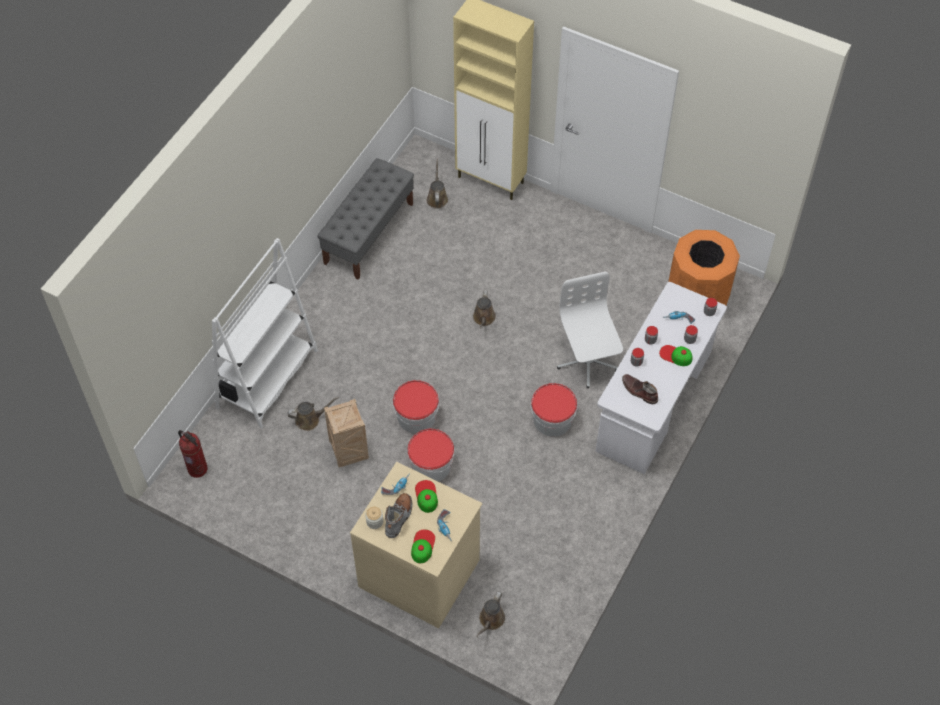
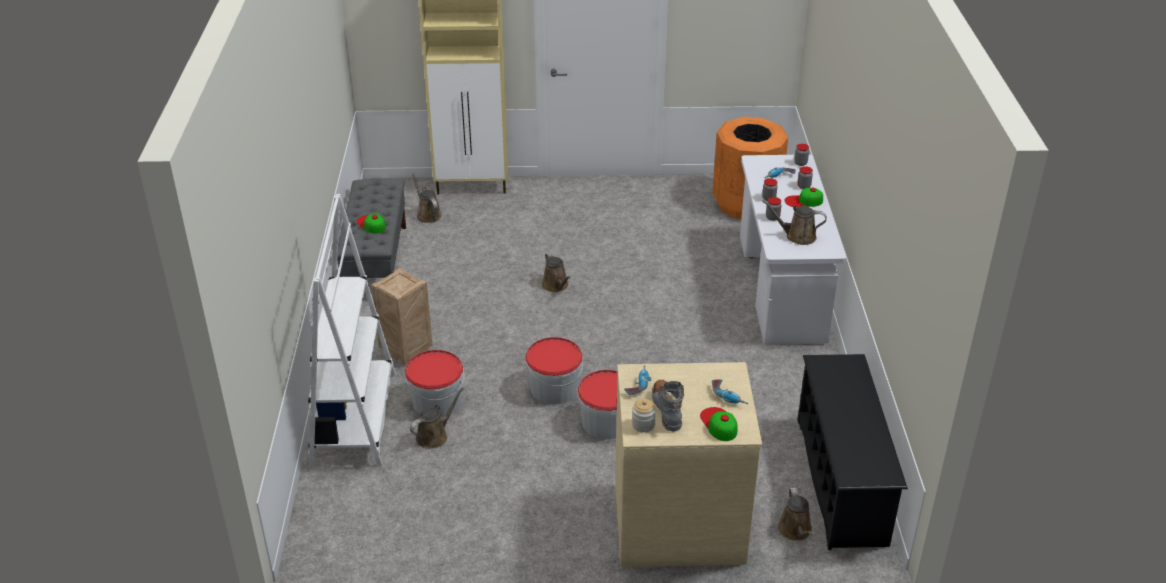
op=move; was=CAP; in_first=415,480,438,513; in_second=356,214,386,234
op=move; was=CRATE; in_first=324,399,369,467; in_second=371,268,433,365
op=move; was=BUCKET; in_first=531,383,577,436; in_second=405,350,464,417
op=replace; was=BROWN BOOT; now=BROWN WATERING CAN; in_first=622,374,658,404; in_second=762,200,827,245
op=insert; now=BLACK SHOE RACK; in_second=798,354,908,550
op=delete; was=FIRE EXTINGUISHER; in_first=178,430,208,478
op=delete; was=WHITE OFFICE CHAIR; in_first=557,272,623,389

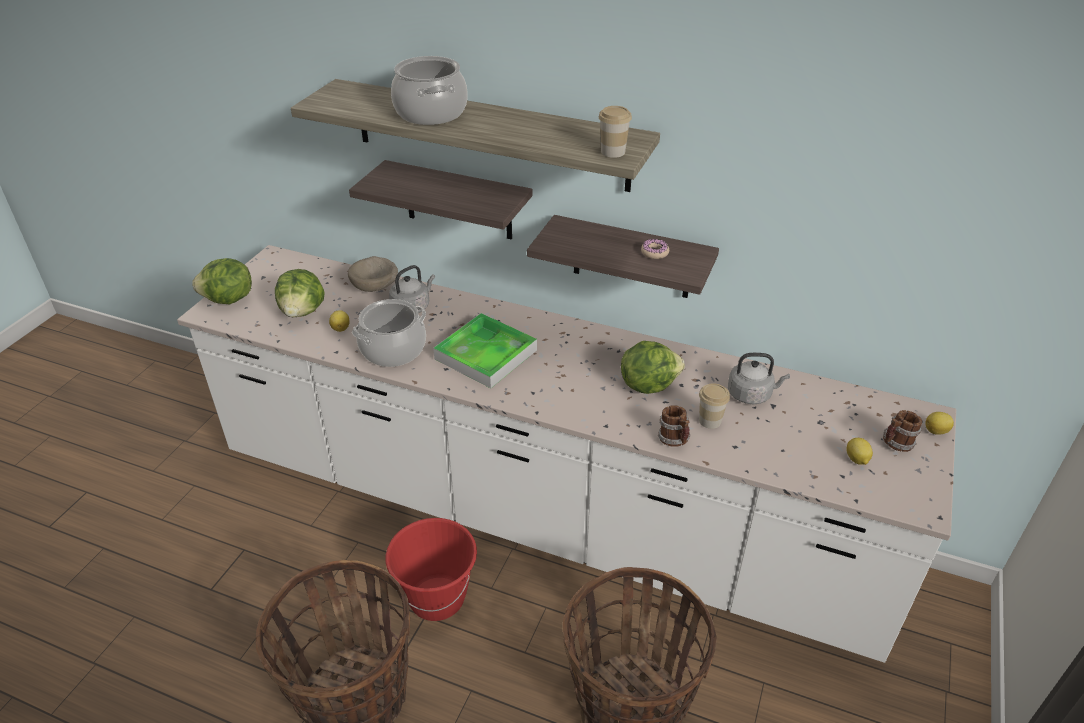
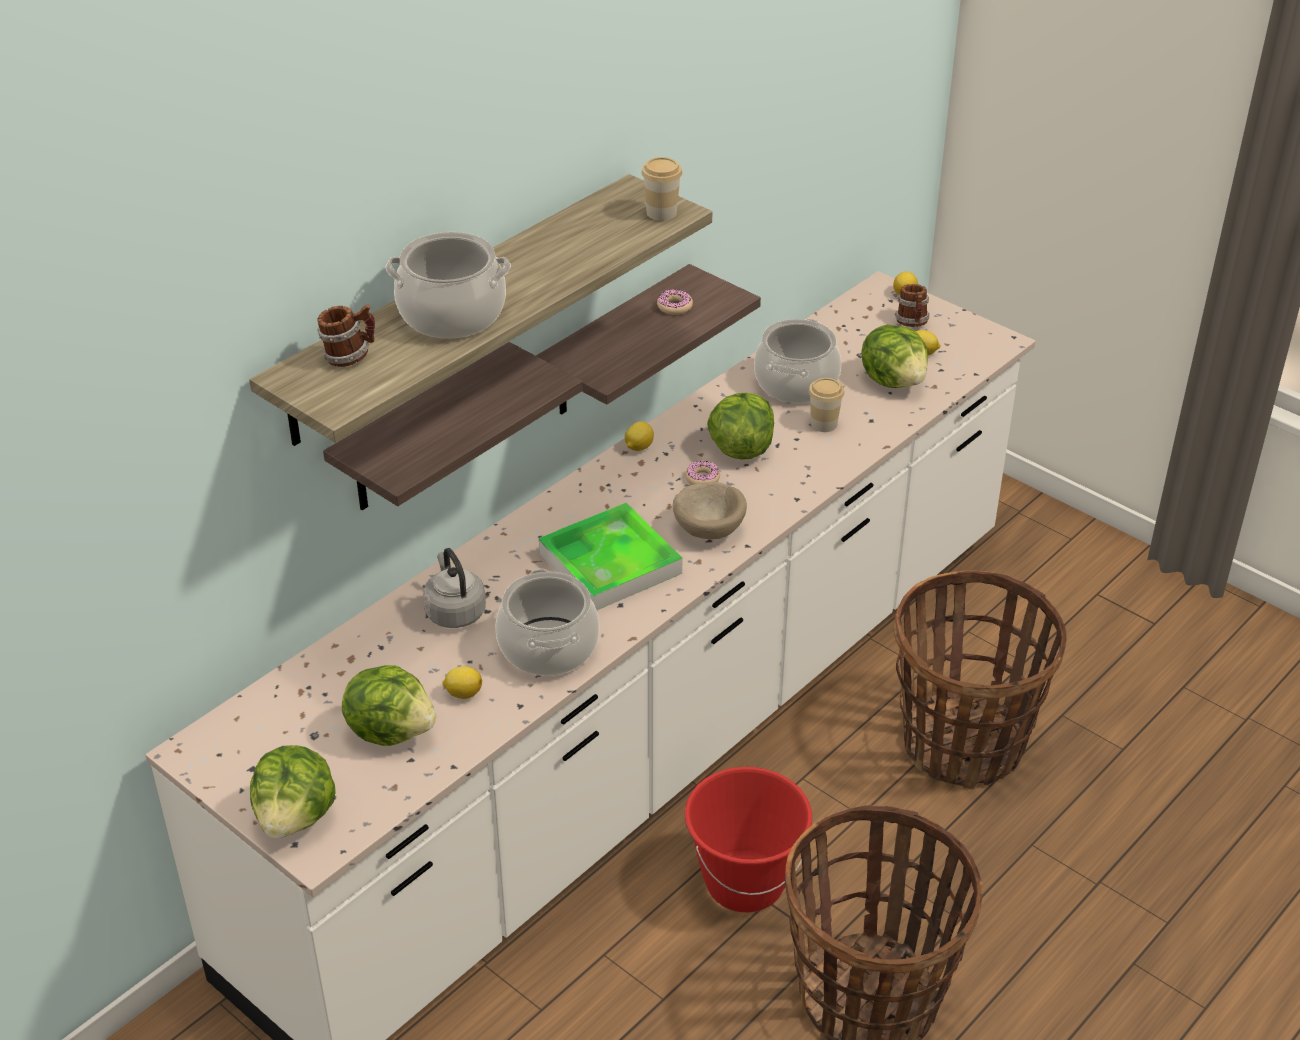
op=move; was=MUG; in_first=658,405,691,447; in_second=317,304,375,367
op=insert; now=LEMON; in_second=625,421,654,451
op=move; was=BEIGE BOWL; in_first=348,256,398,292; in_second=673,482,747,539
op=insert; now=DONUT; in_second=685,461,720,485
op=replace; was=GREY KETTLE; now=COOKING POT; in_first=728,353,790,404; in_second=754,319,841,403
op=insert; now=LETTUCE; in_second=862,325,928,388

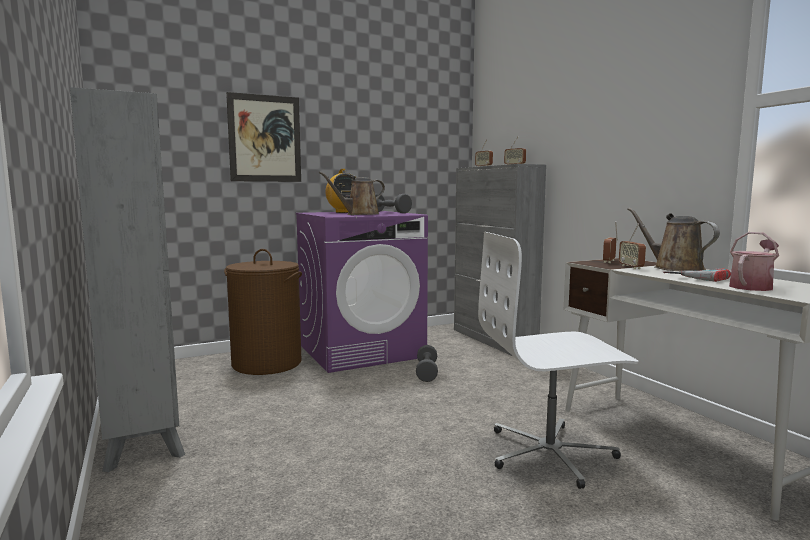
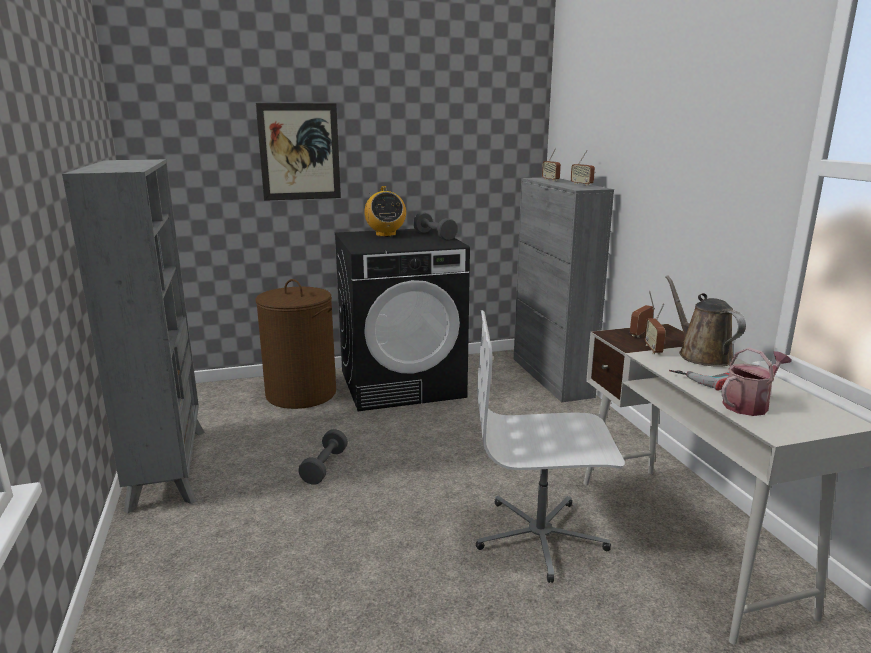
op=move; was=GREY DUMBBELL; in_first=416,345,438,382; in_second=298,429,348,485
op=recolor; was=PURPLE WASHING MACHINE; now=BLACK WASHING MACHINE; in_first=296,211,428,373; in_second=335,229,470,411
op=delete; was=BROWN WATERING CAN; in_first=319,171,385,215

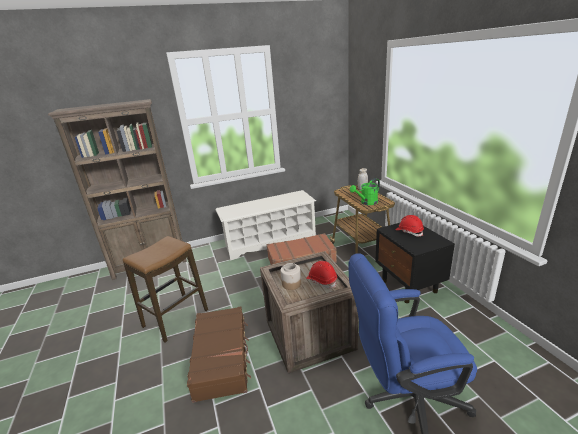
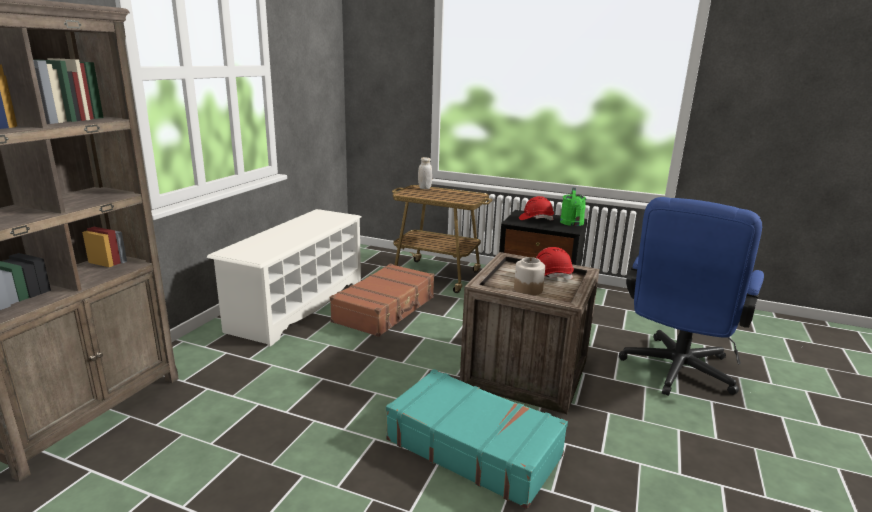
op=recolor; was=BROWN SUITCASE; now=TURQUOISE SUITCASE; in_first=187,306,251,403; in_second=386,369,568,509
op=move; was=GREEN WATERING CAN; in_first=350,178,380,205; in_second=560,188,586,226
op=delete; was=STOOL; in_first=123,236,208,342

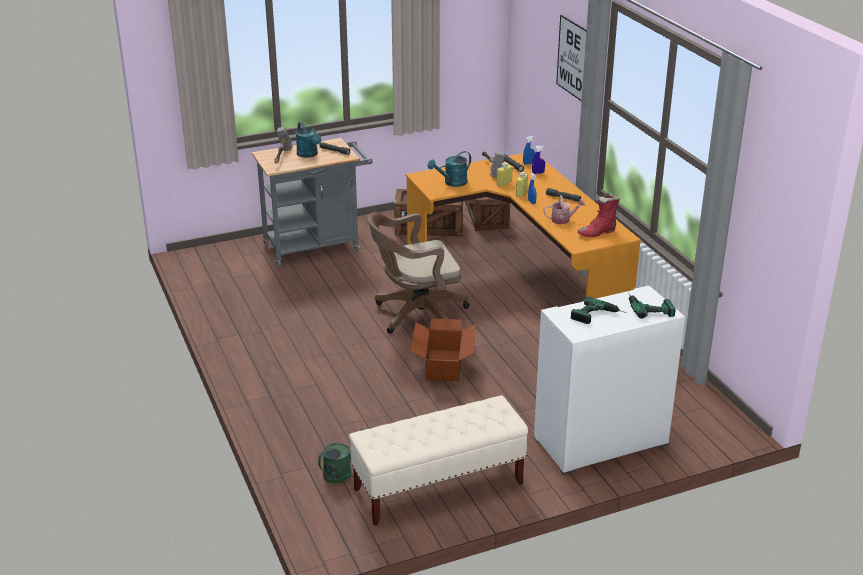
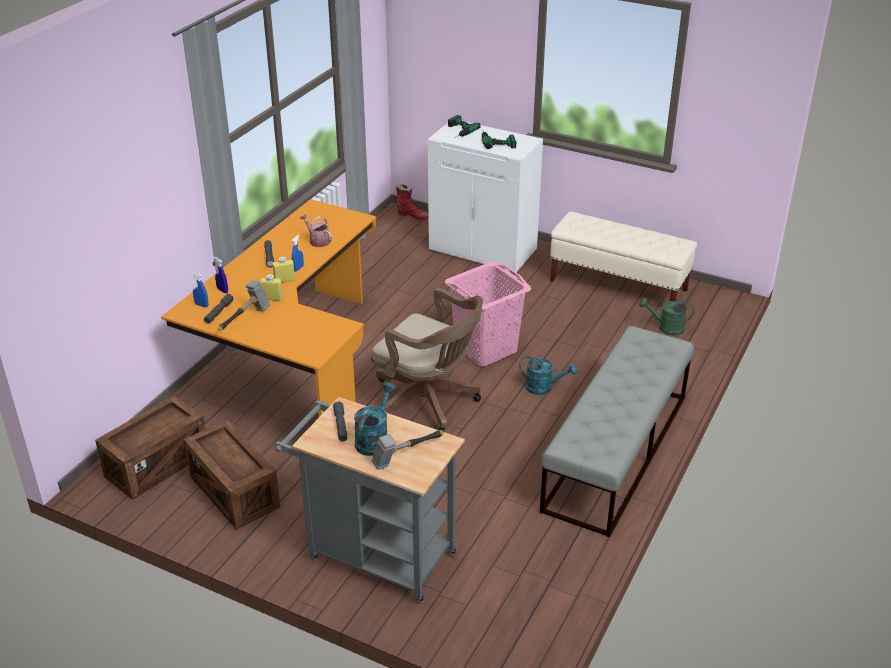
op=move; was=RED BOOT; in_first=577,193,620,237; in_second=395,184,428,220
op=replace; was=CARDBOARD BOX; now=PINK LAUNDRY BASKET; in_first=411,318,476,382; in_second=445,262,531,367
op=move; was=TURQUOISE WATERING CAN; in_first=428,151,471,187; in_second=519,356,578,395
op=insert; now=GREY BENCH; in_second=540,326,694,537
op=delete; was=PICTURE; in_first=556,15,587,102

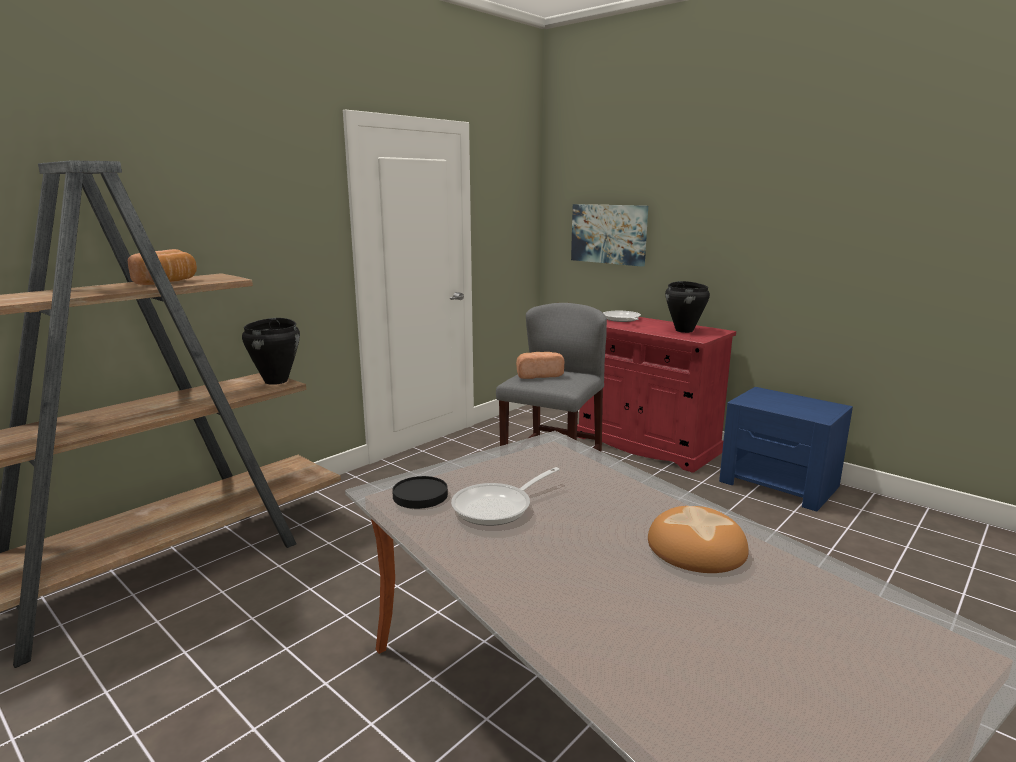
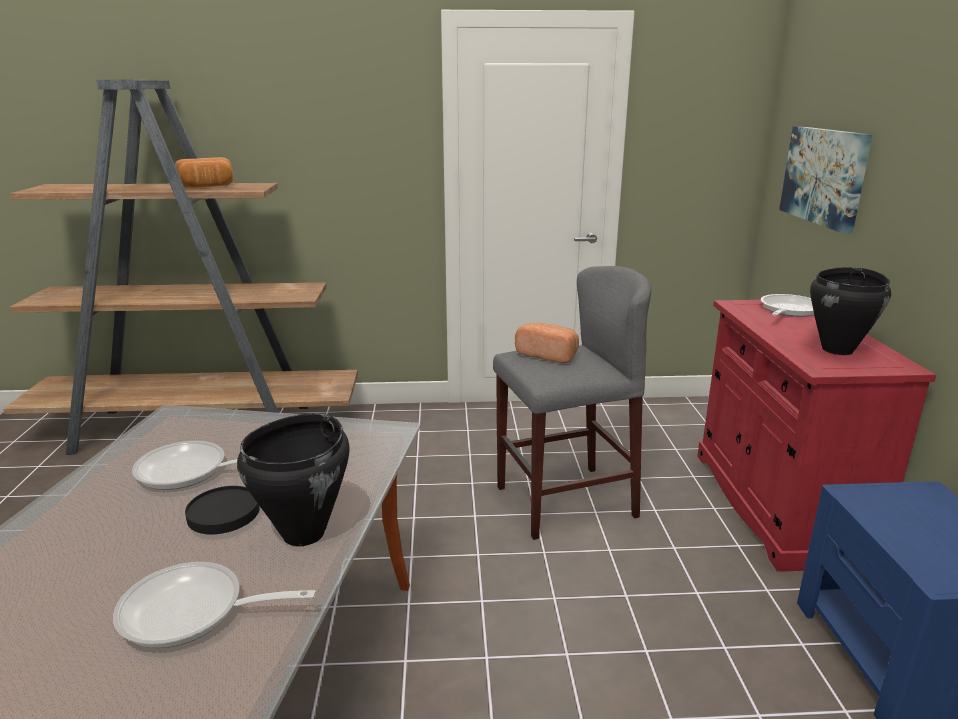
op=replace; was=BREAD; now=FRYING PAN; in_first=648,506,749,573; in_second=113,562,316,648
op=move; was=BLACK PLATE; in_first=392,476,448,509; in_second=185,486,260,534
op=move; was=BLACK COOKING POT; in_first=242,318,300,385; in_second=237,413,349,546

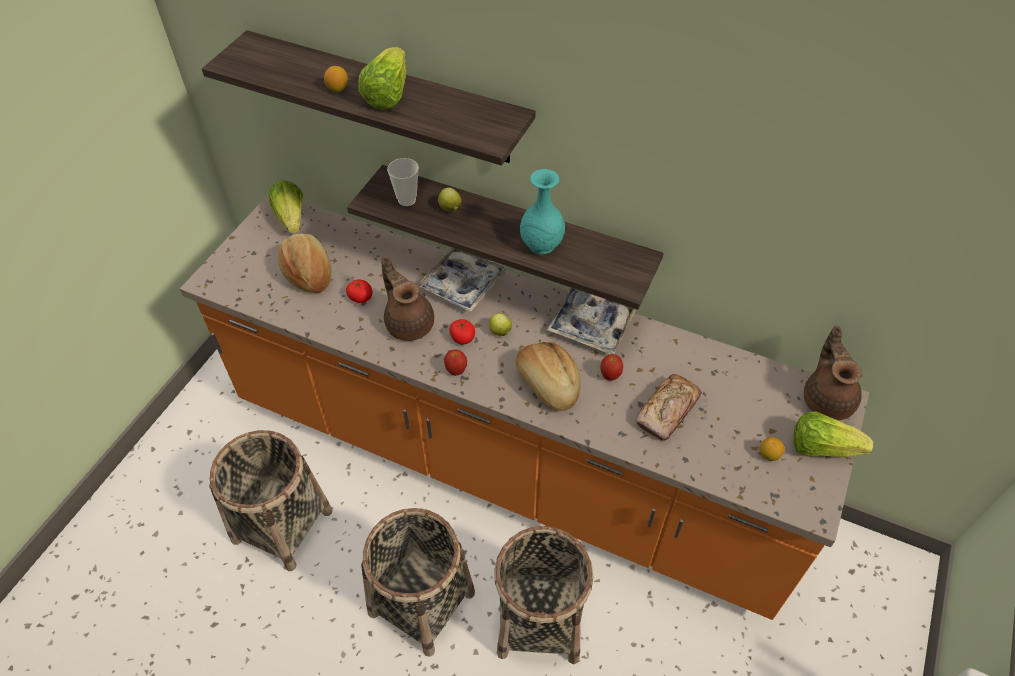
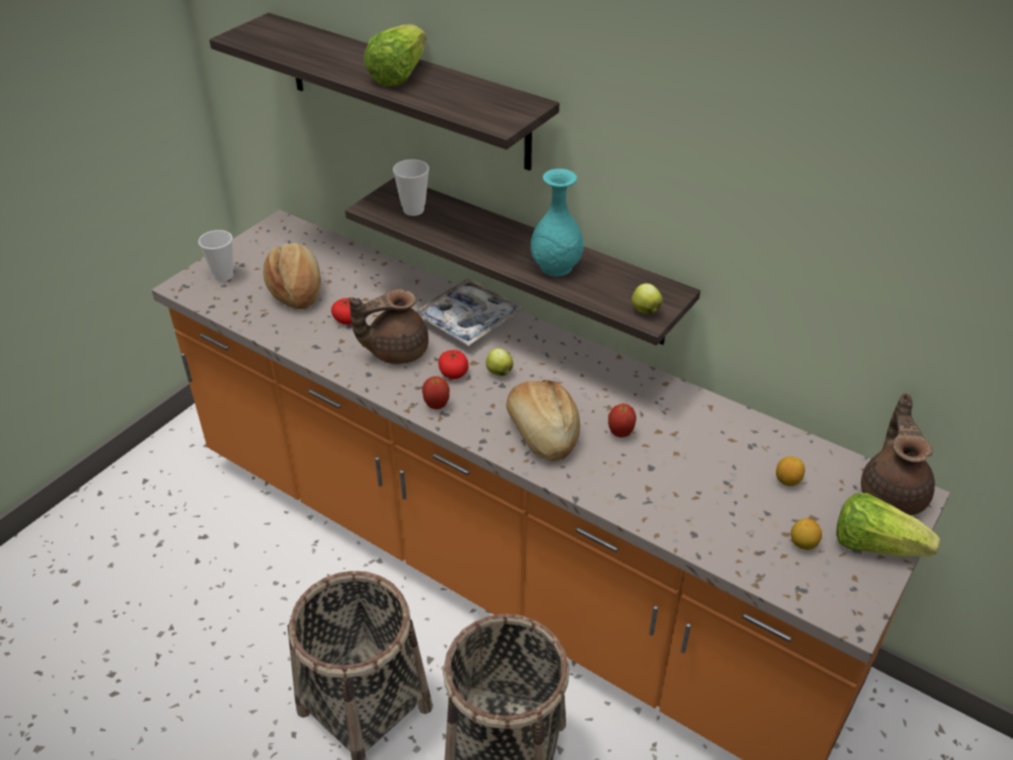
op=insert; now=CUP; in_second=198,230,234,281
op=rotate; was=BROWN TEAPOT; in_first=381,256,434,341; in_second=349,289,429,364; clockwise=-90
op=move; was=APPLE; in_first=438,188,461,211; in_second=632,283,663,314
op=move; was=LEMON; in_first=324,66,348,92; in_second=776,456,805,486
op=delete; was=BASKET; in_first=209,430,332,571
op=delete; was=LETTUCE; in_first=268,180,303,233
op=delete; was=TRAY; in_first=547,288,637,354
op=delete; was=BREAD; in_first=636,374,702,441

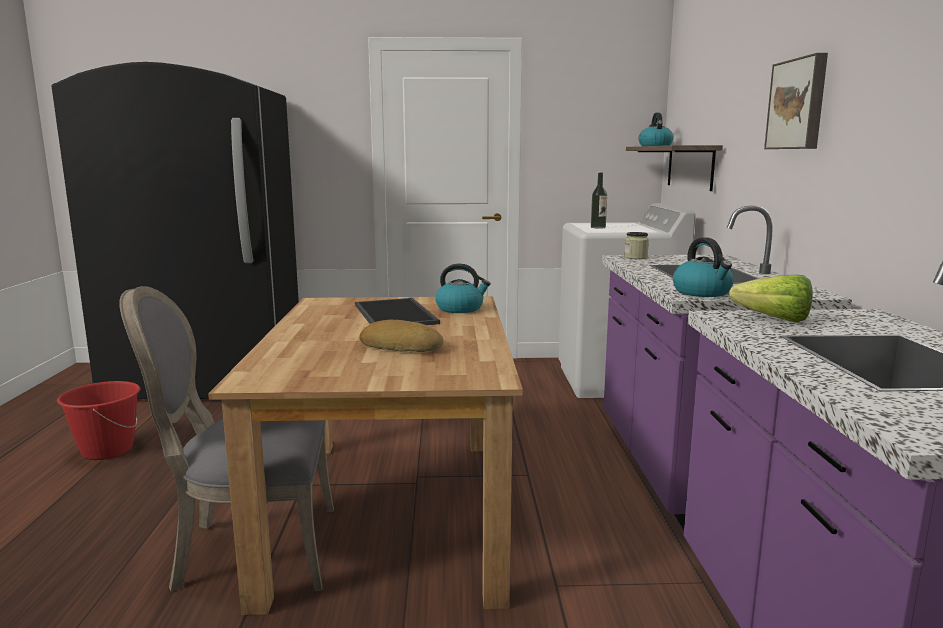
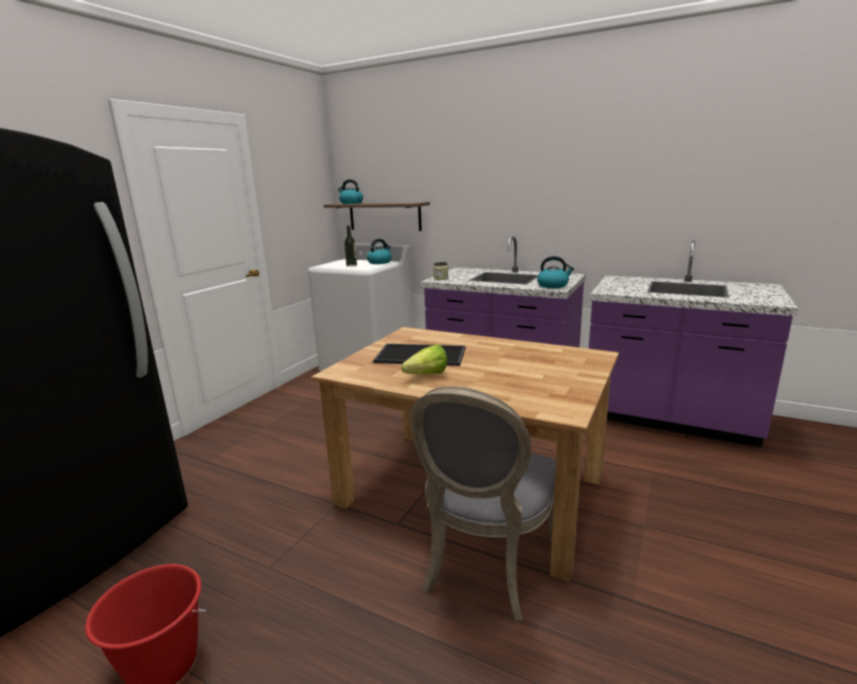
op=move; was=KETTLE; in_first=435,264,491,313; in_second=367,239,392,264
op=move; was=LETTUCE; in_first=729,275,813,322; in_second=401,344,447,374
op=delete; was=BREAD; in_first=359,320,443,352
op=delete; was=PICTURE; in_first=764,53,828,149

